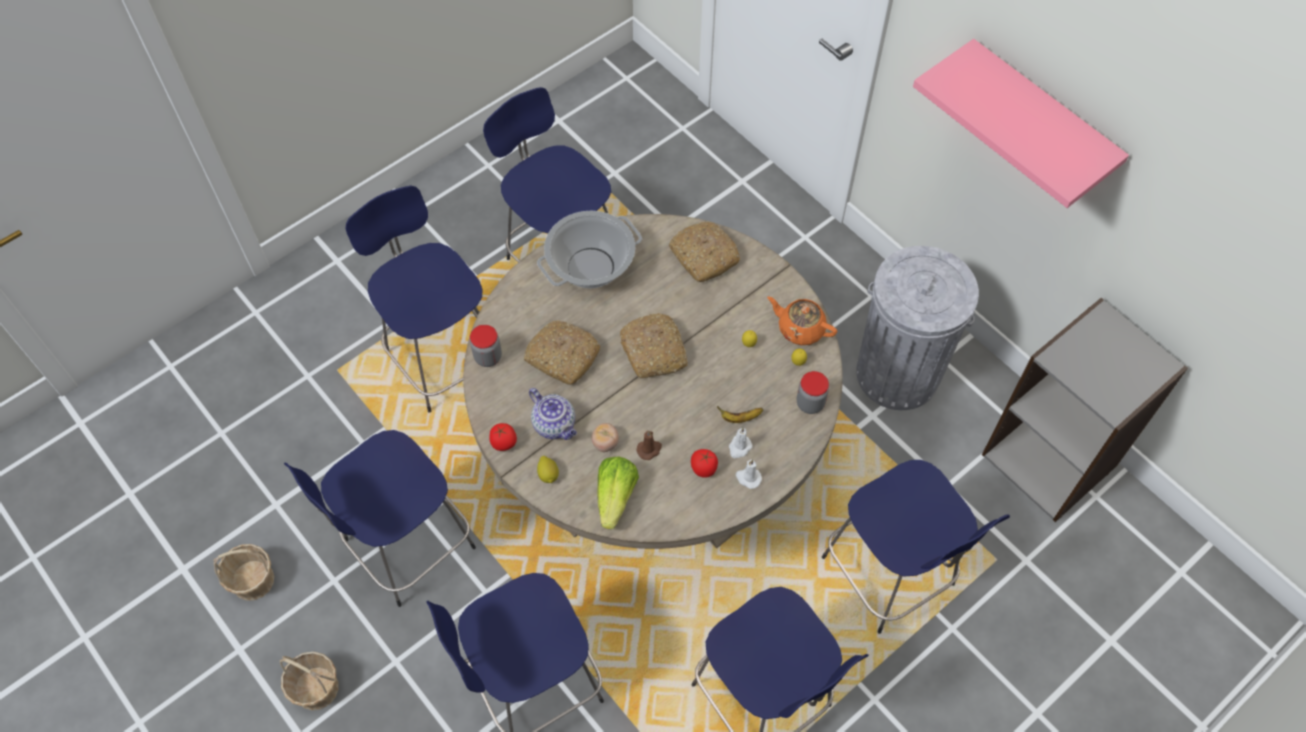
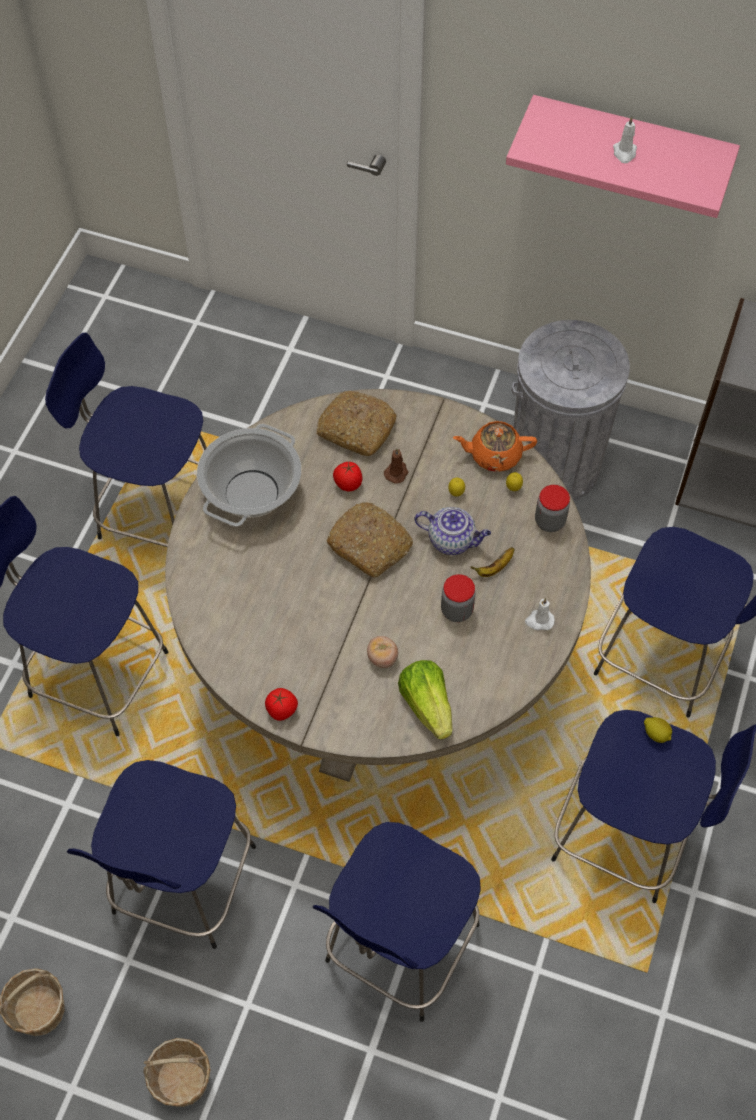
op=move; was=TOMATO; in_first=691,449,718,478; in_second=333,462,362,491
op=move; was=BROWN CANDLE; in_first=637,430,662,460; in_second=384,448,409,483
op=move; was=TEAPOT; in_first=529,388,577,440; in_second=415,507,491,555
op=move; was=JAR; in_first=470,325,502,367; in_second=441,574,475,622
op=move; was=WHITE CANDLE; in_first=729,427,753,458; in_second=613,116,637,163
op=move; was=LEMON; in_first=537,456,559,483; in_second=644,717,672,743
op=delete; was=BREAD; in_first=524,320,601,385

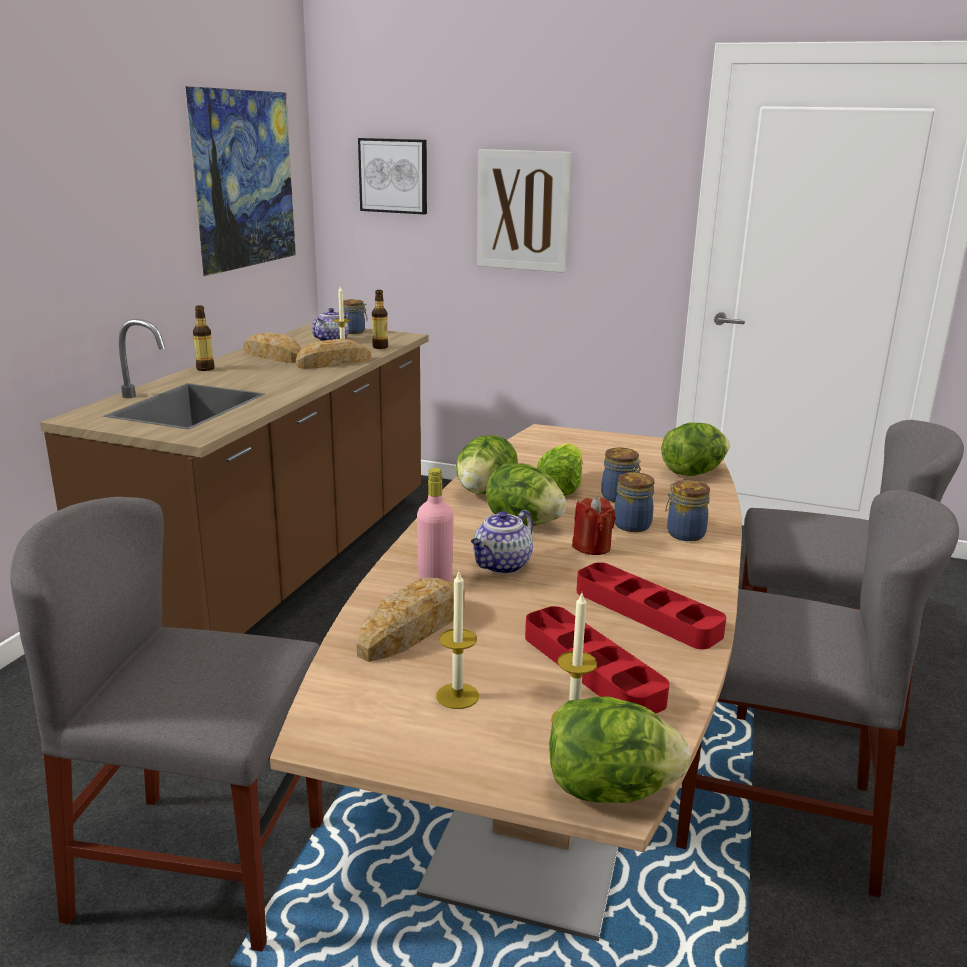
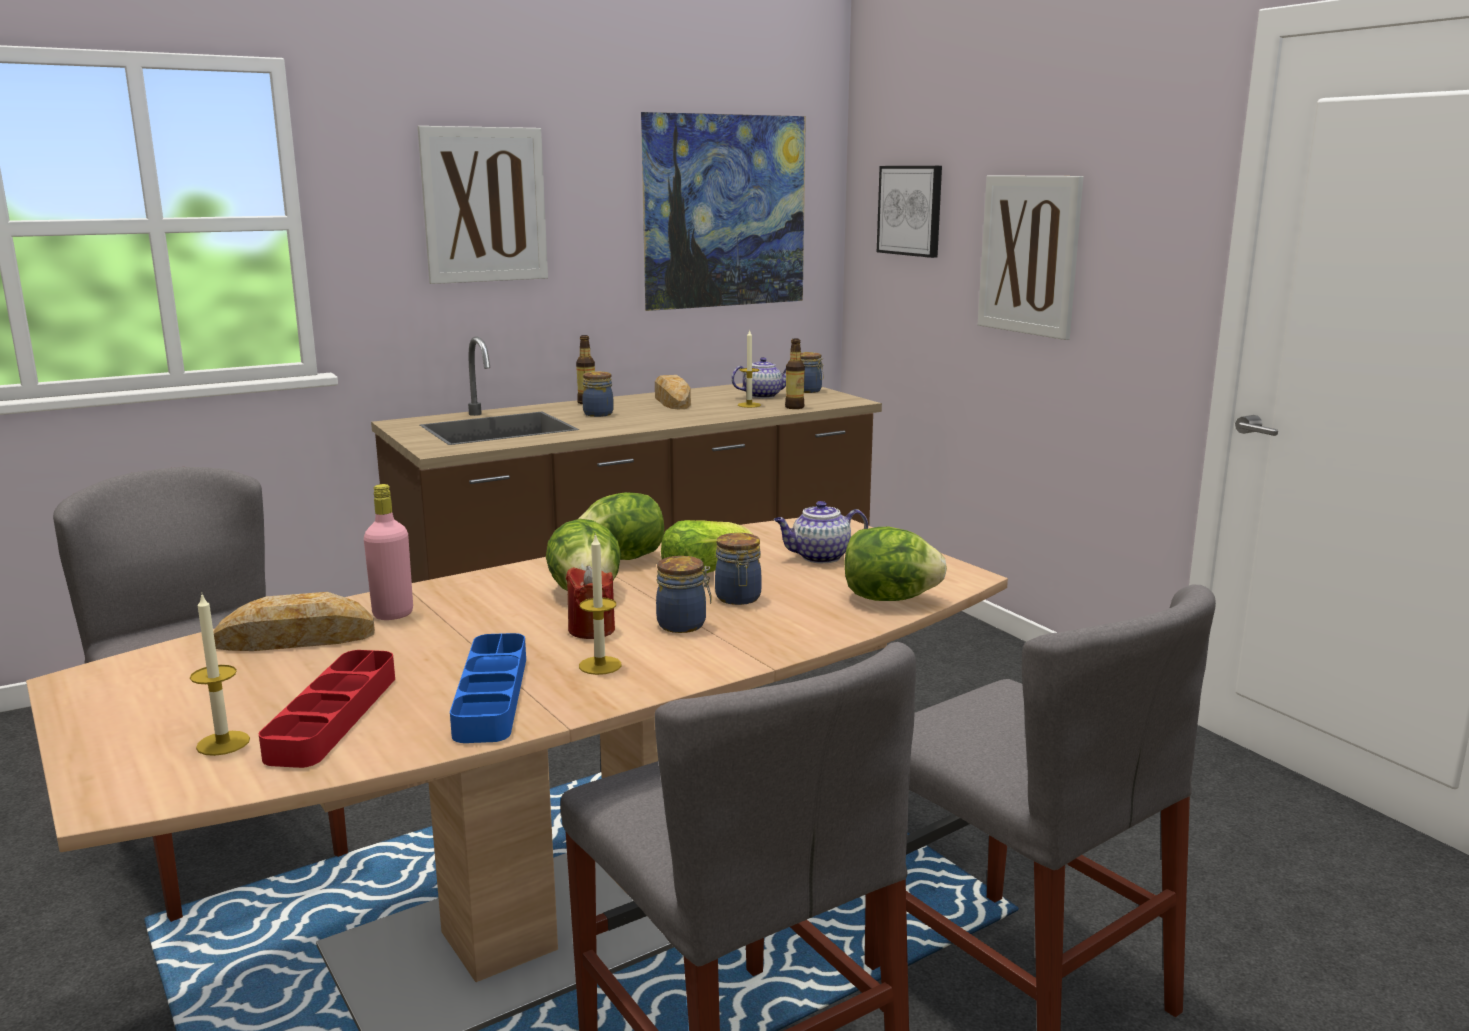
op=insert; now=PICTURE; in_second=418,126,548,284
op=recolor; was=RED TRAY; now=BLUE TRAY; in_first=576,562,726,649; in_second=450,633,526,743
op=move; was=CANDLE; in_first=436,570,479,709; in_second=579,533,621,675
op=move; was=JAR; in_first=665,480,710,541; in_second=583,371,614,417
op=move; was=TEAPOT; in_first=471,510,533,574; in_second=774,501,868,564
op=delete; was=BREAD; in_first=296,338,371,368
op=delete; was=LETTUCE; in_first=549,696,690,803

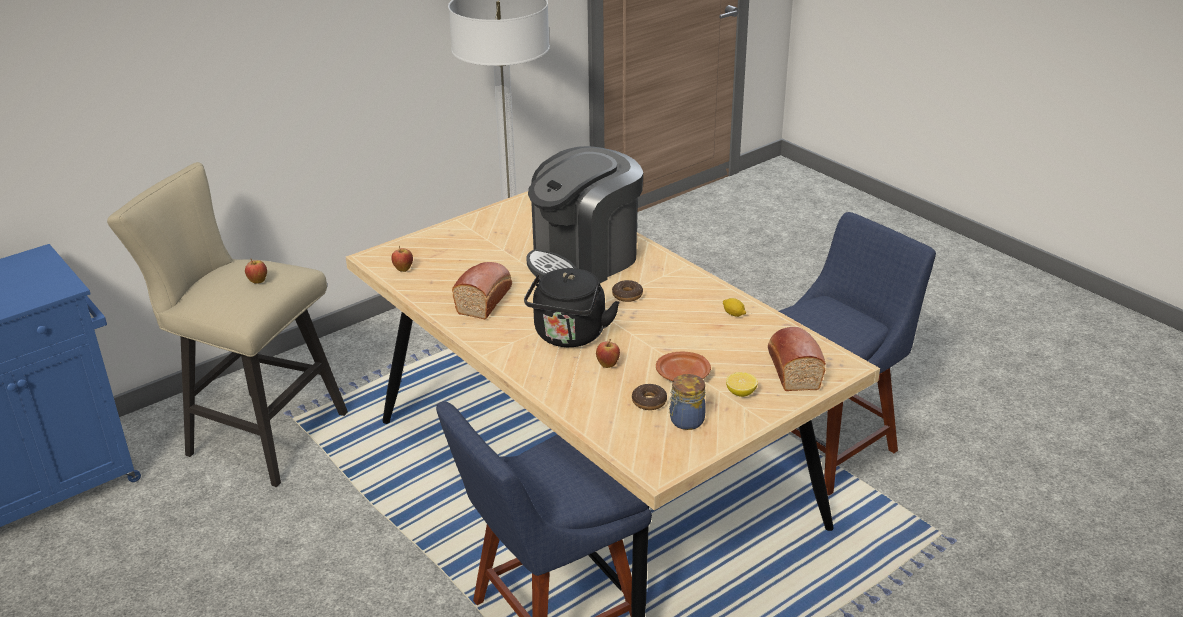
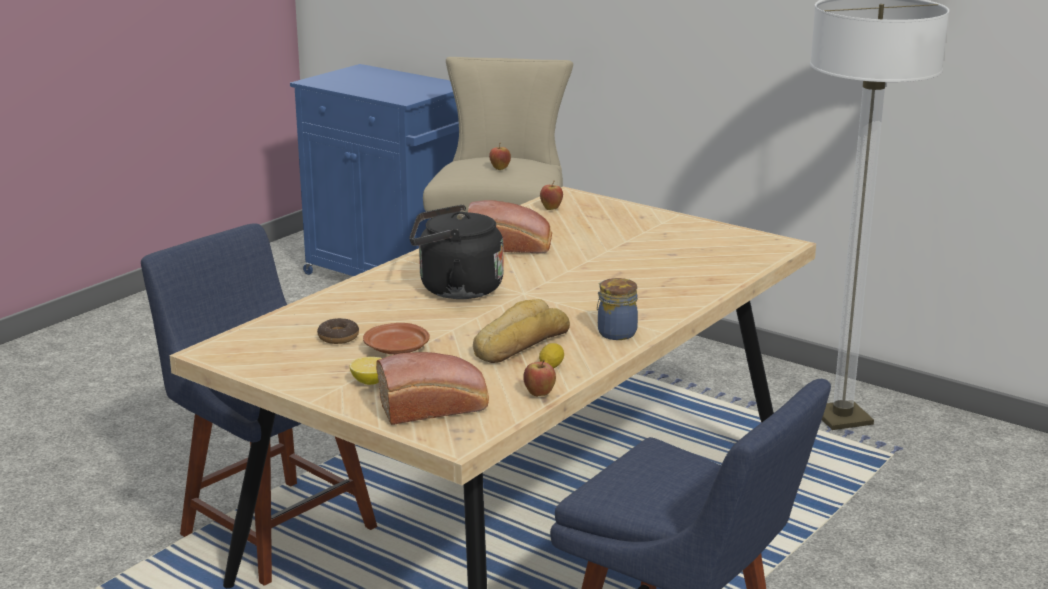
op=insert; now=BREAD; in_second=473,299,570,363
op=move; was=APPLE; in_first=596,339,620,368; in_second=523,360,556,397
op=move; was=JAR; in_first=669,374,706,430; in_second=597,278,638,340
op=delete; was=COFFEE MACHINE; in_first=526,146,643,283
op=delete; was=DONUT; in_first=612,280,643,302

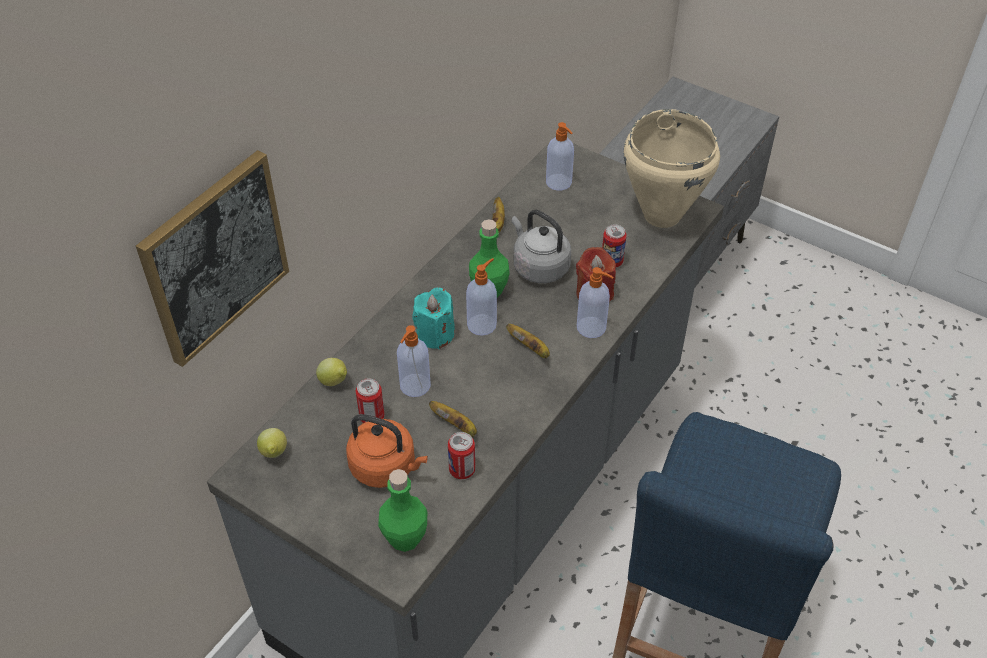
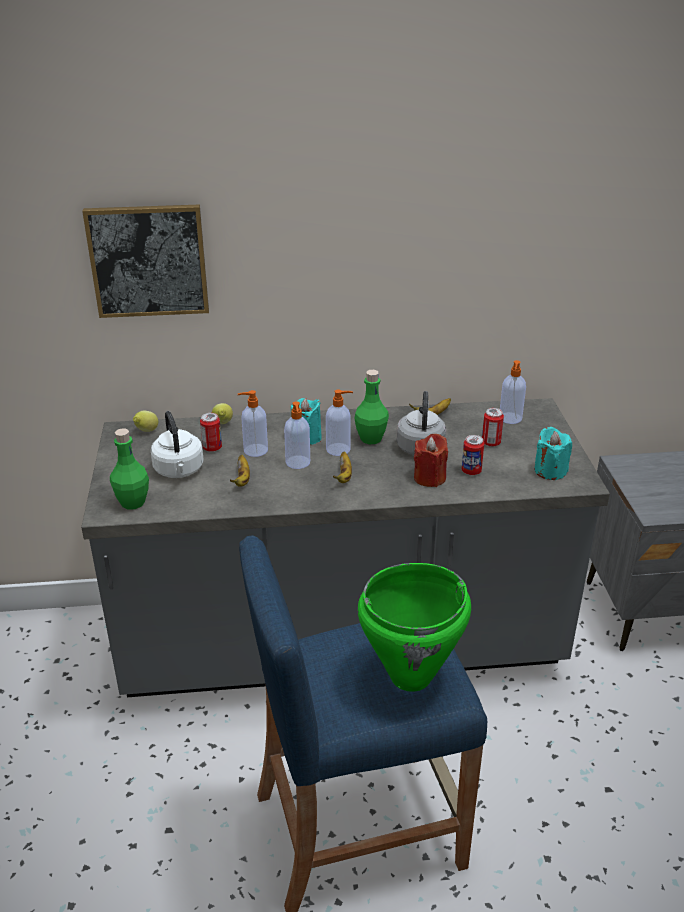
op=recolor; was=ORANGE KETTLE; now=WHITE KETTLE; in_first=346,414,428,488; in_second=151,411,204,478
op=move; was=SOAP DISPENSER; in_first=577,267,614,338; in_second=284,401,310,469
op=insert; now=GREEN COOKING POT; in_second=358,563,471,692
op=move; was=CAN; in_first=448,432,475,479; in_second=482,408,504,447
op=replace; was=BEIGE COOKING POT; now=TURQUOISE CANDLE; in_first=624,109,720,228; in_second=534,427,572,480

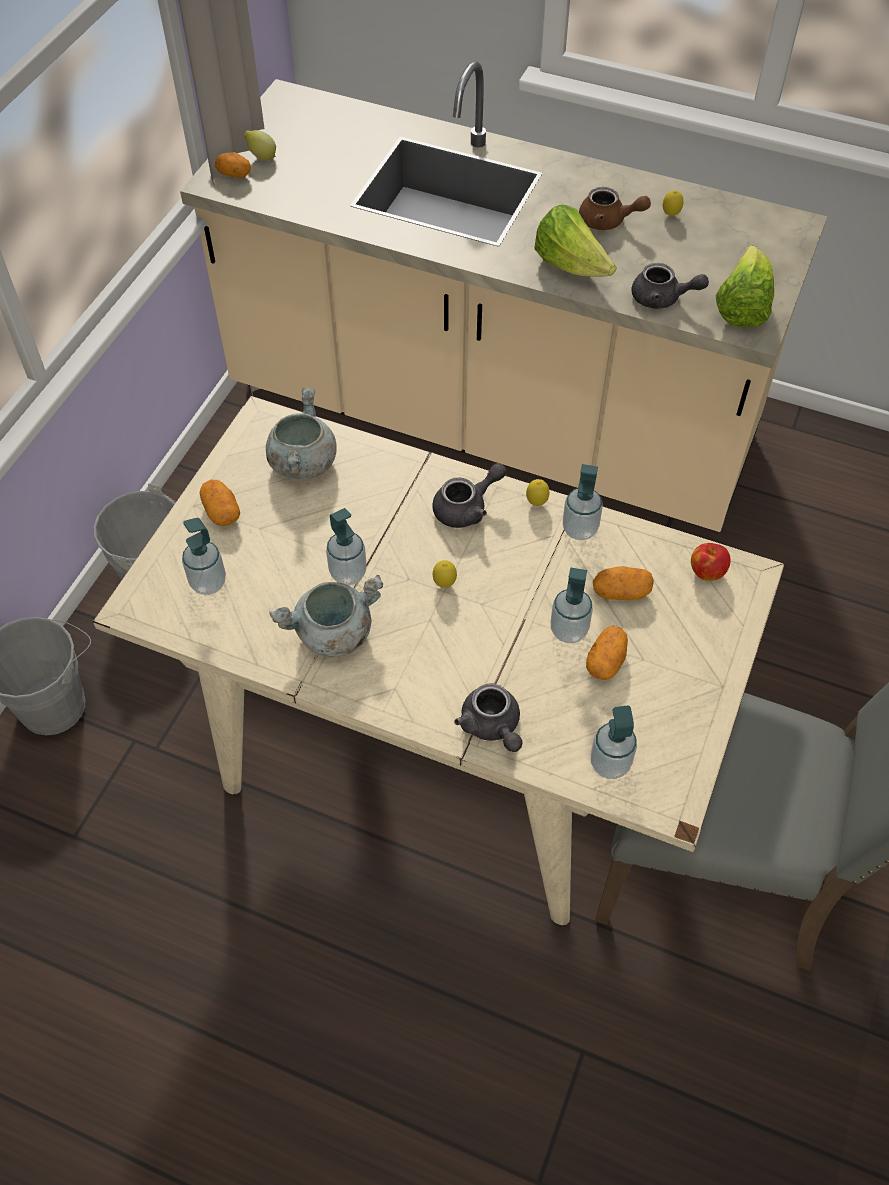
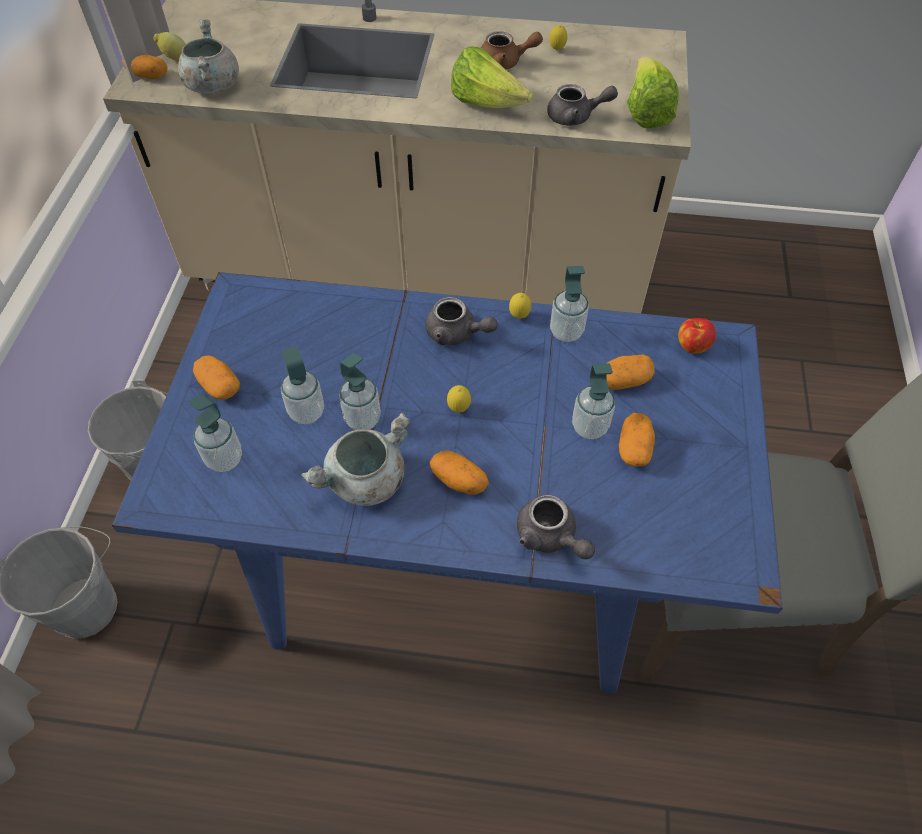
op=recolor; was=BEIGE DINING TABLE; now=BLUE DINING TABLE; in_first=93,396,785,925; in_second=112,272,783,694
op=move; was=GREY COOKING POT; in_first=266,388,336,479; in_second=178,19,239,94
op=move; was=SOAP DISPENSER; in_first=591,705,637,779; in_second=281,346,324,424
op=rotate; was=GREY TEAPOT; in_first=432,463,506,528; in_second=425,297,498,345; clockwise=75
op=insert; now=POTATO; in_second=429,450,489,495

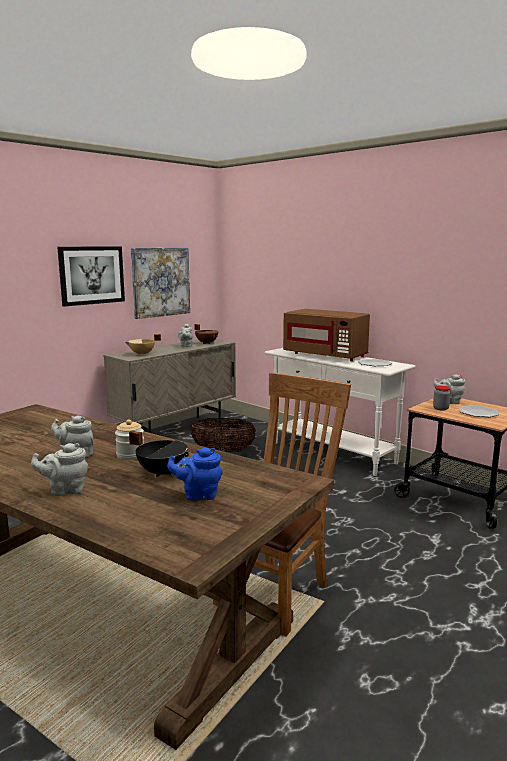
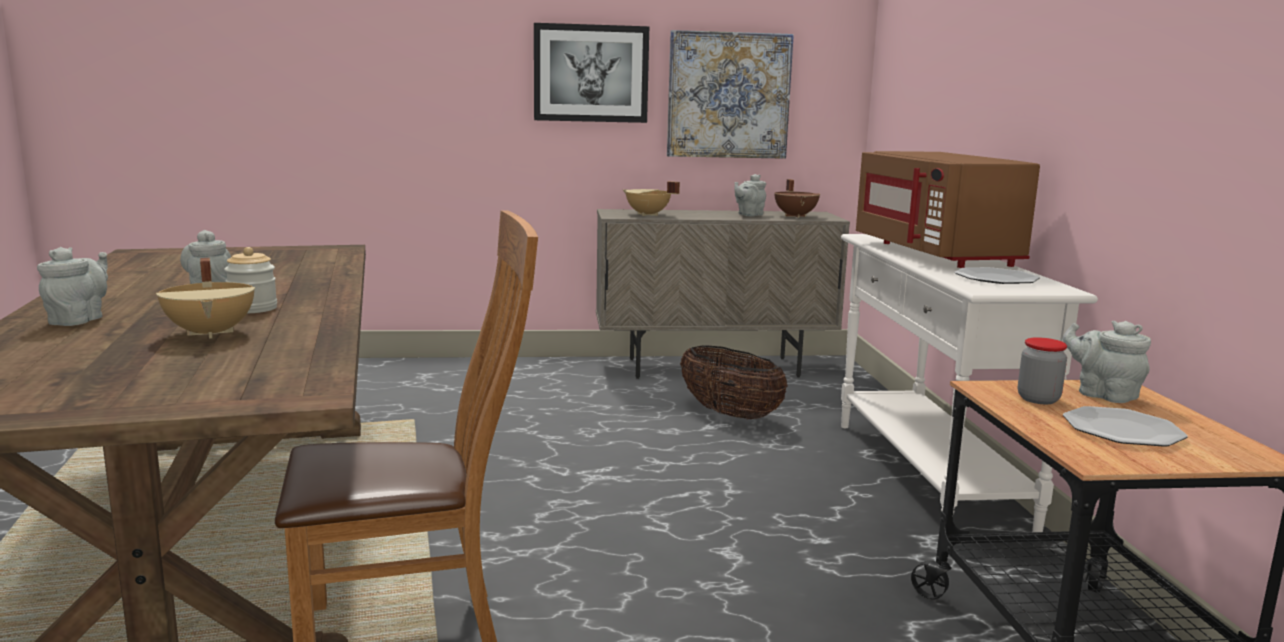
op=rotate; was=GREY TEAPOT; in_first=31,443,88,496; in_second=37,247,108,326; clockwise=75
op=recolor; was=BLACK COOKING POT; now=BEIGE COOKING POT; in_first=129,431,190,478; in_second=156,258,255,339
op=delete; was=BLUE TEAPOT; in_first=167,448,223,501

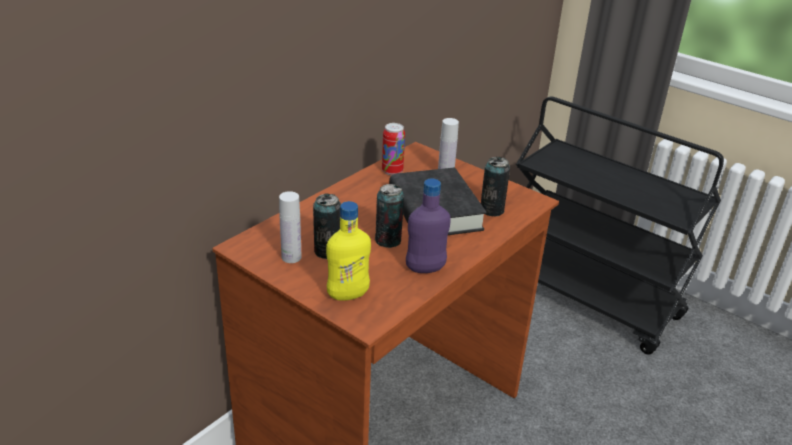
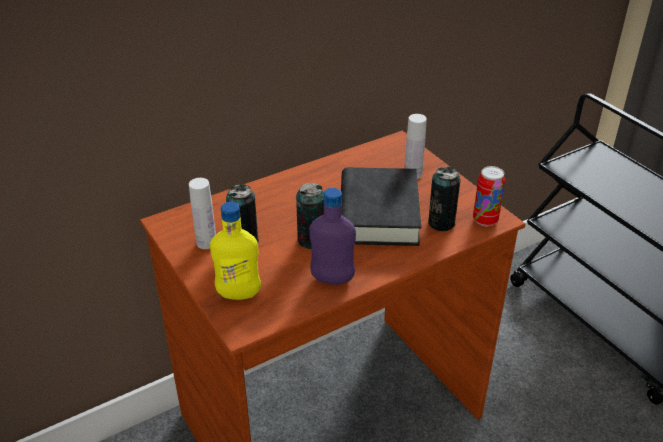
op=move; was=CAN; in_first=382,123,405,175; in_second=473,166,505,226

